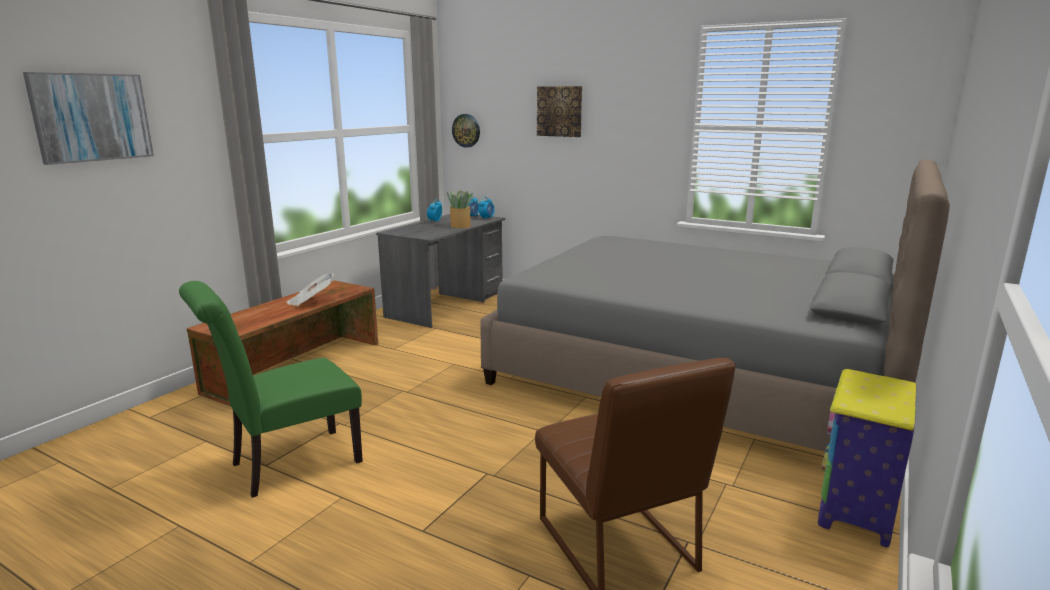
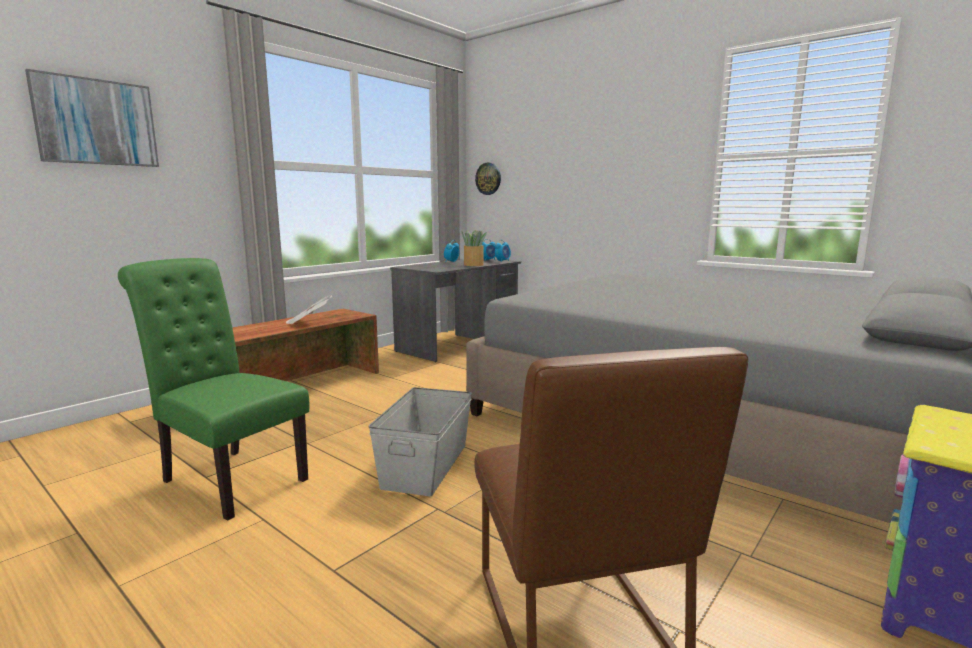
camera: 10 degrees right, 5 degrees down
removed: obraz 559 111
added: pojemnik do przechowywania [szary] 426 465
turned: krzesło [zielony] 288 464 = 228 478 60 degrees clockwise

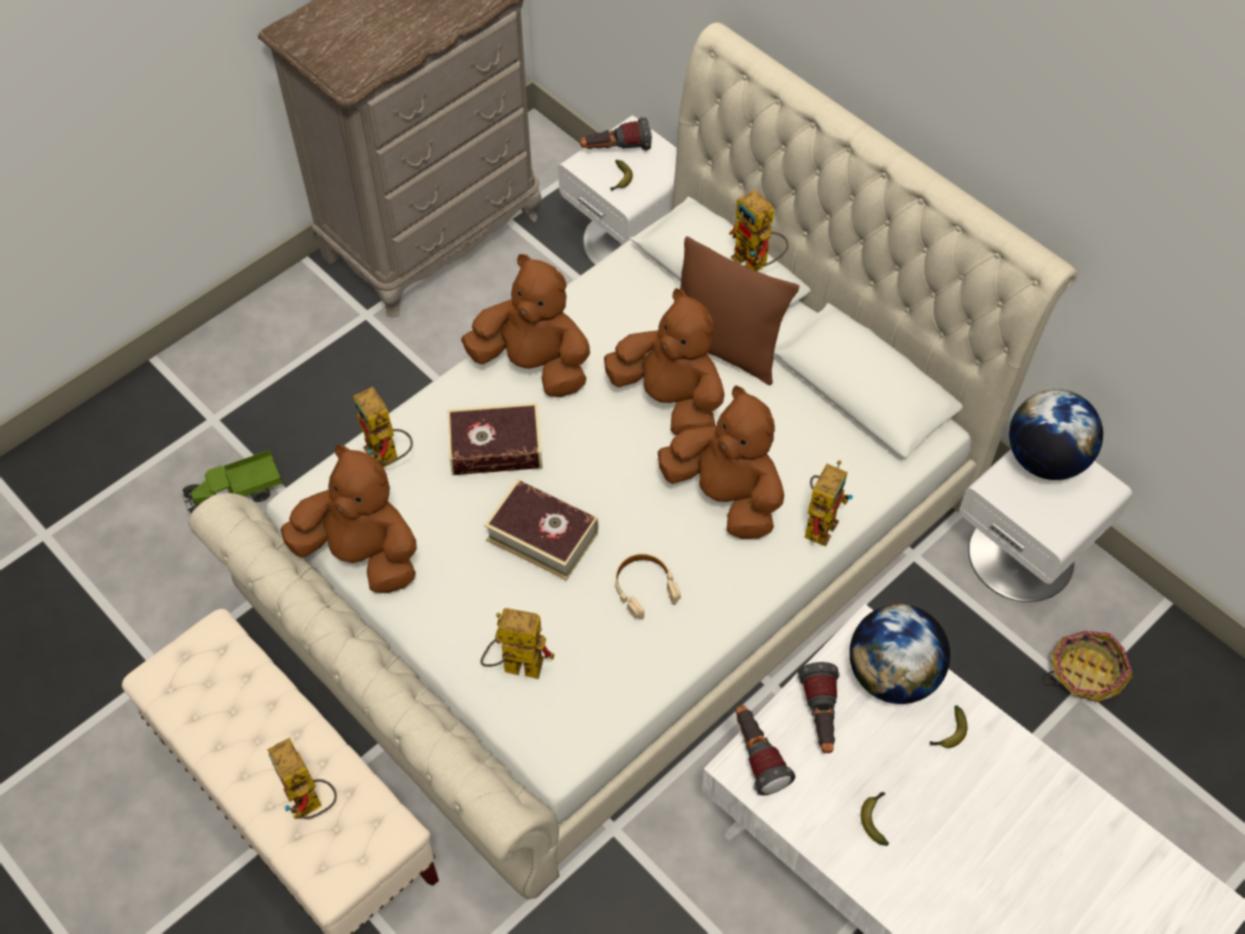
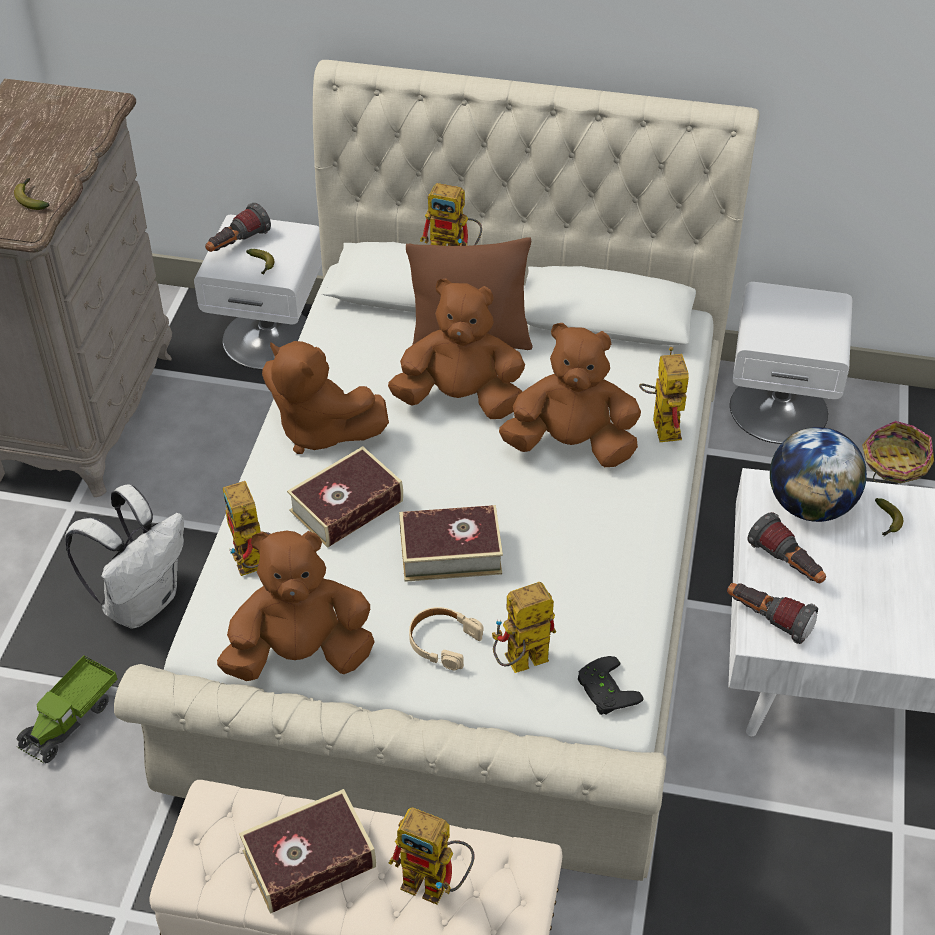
camera: 35 degrees left, 10 degrees down
removed: globus 1045 460
added: plecak [biały] 142 601; książka 309 859; pad do gier [czarny] 604 690
moved: słuchawki [beżowy] 644 588 to 442 642; banan 875 818 to 31 199
turned: robot zabawkowy 388 458 = 254 565 45 degrees clockwise; pluszak [brązowy] 533 365 = 320 430 135 degrees counterclockwise

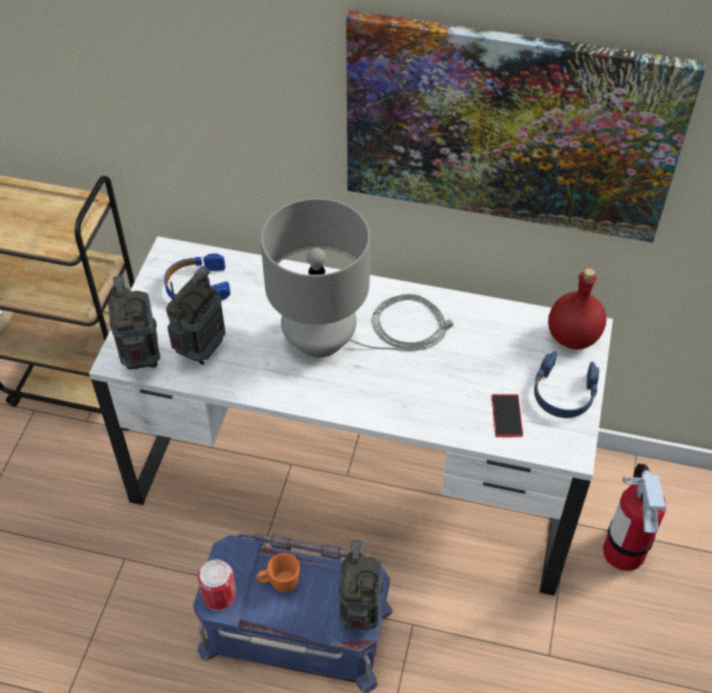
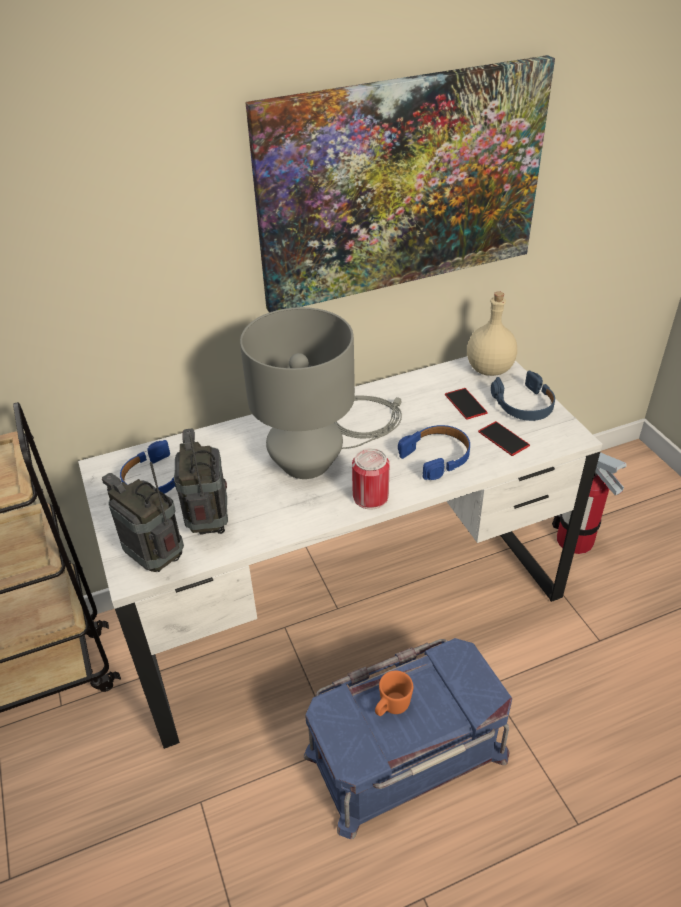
camera: 35 degrees left, 10 degrees down
removed: radio 360 613
added: słuchawki [niebieski] 437 457; telefon 465 403
moved: puszka 219 595 to 370 497
recoloured: butelka [czerwony] 573 337 to butelka [beżowy] 490 369

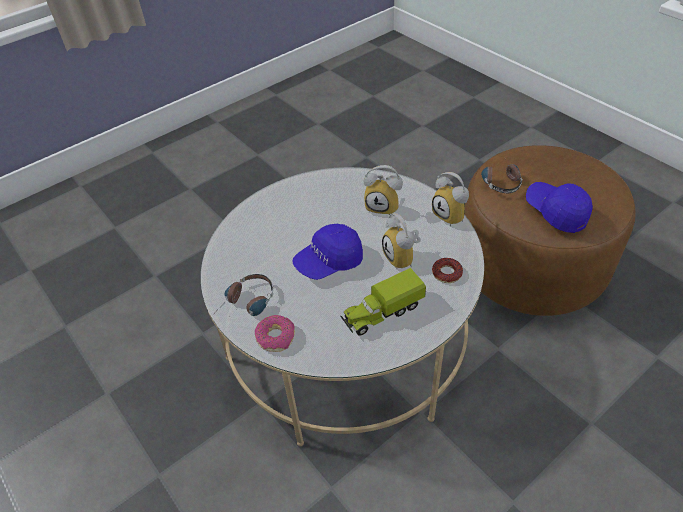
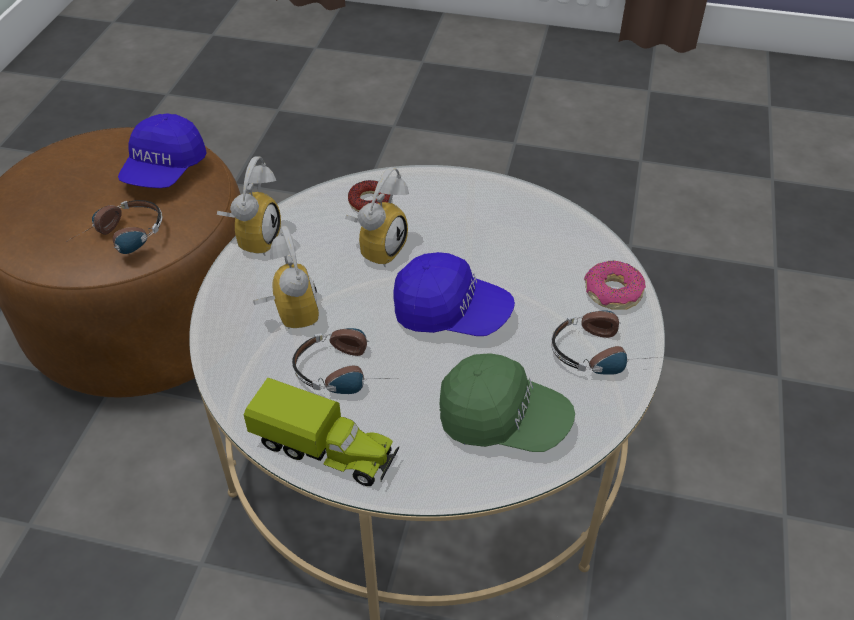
camera: 130 degrees left, 0 degrees up
added: słuchawki 348 370; czapka z daszkiem [zielony] 503 420
moved: ciężarówka zabawkowa 382 313 to 325 450

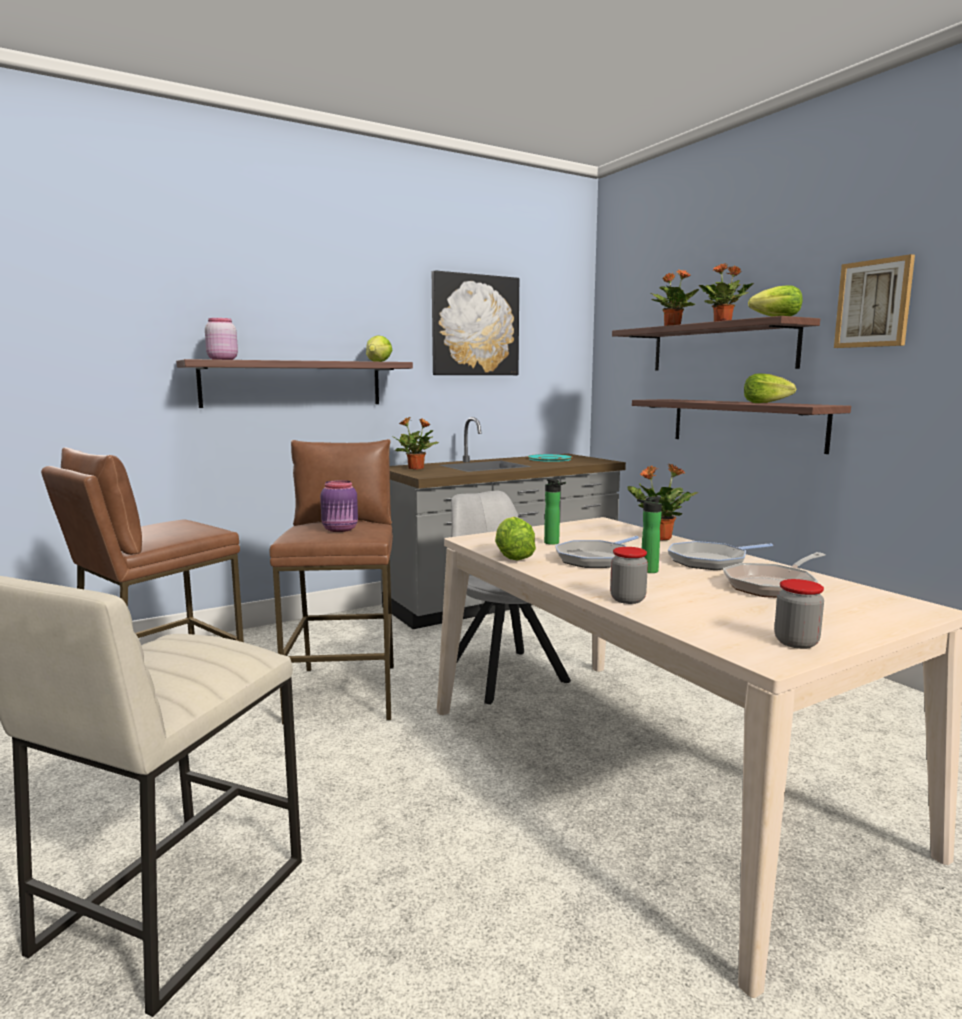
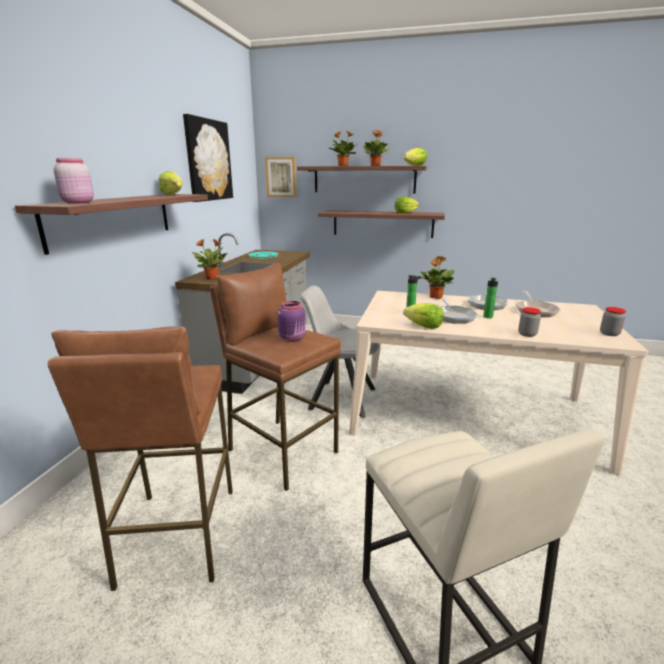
camera: 45 degrees left, 10 degrees up
moved: obraz 874 304 to 281 177

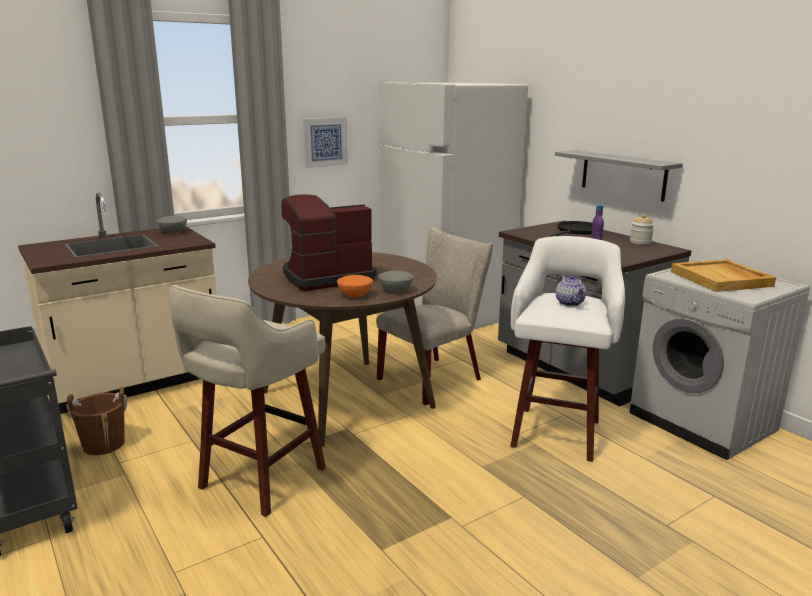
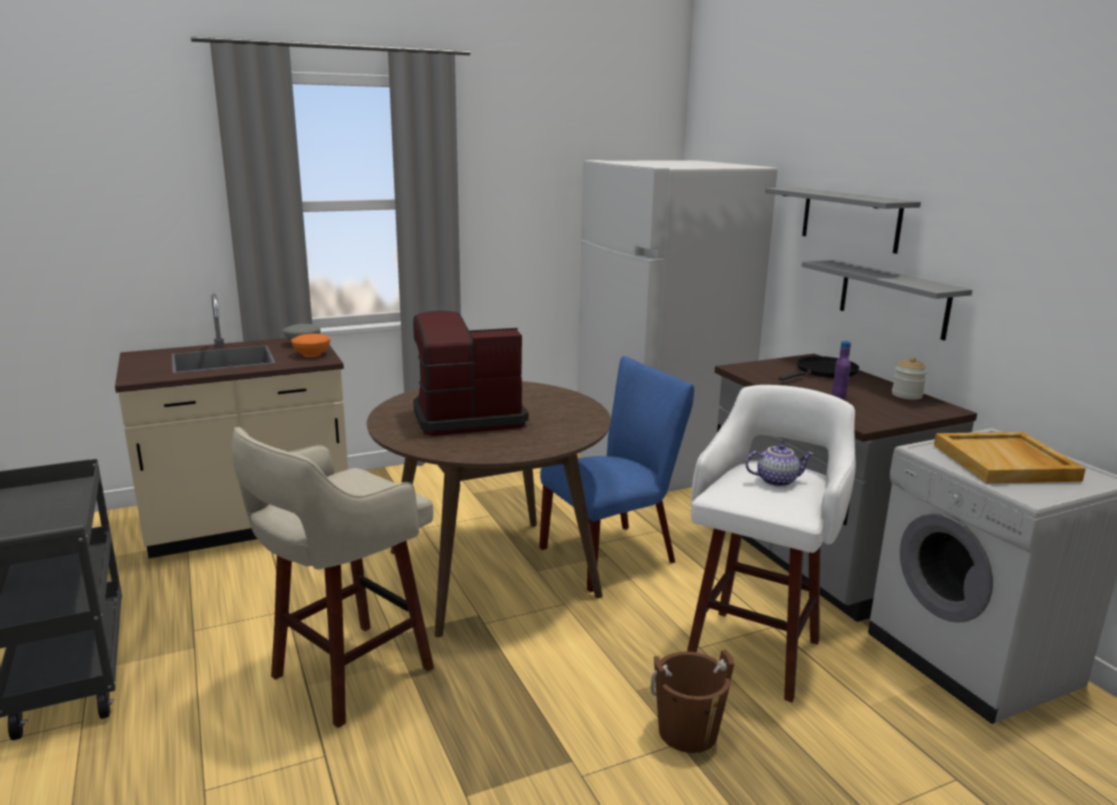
camera: 10 degrees right, 0 degrees up
removed: obraz 325 142; miska [szary] 395 290
added: półka [szary] 850 219
moved: wiadro [brązowy] 104 444 to 687 732; miska [pomarańczowy] 355 295 to 311 355
recoloured: krzesło [beżowy] 435 377 to krzesło [niebieski] 615 553
turned: imbryk 570 303 = 777 480 90 degrees counterclockwise

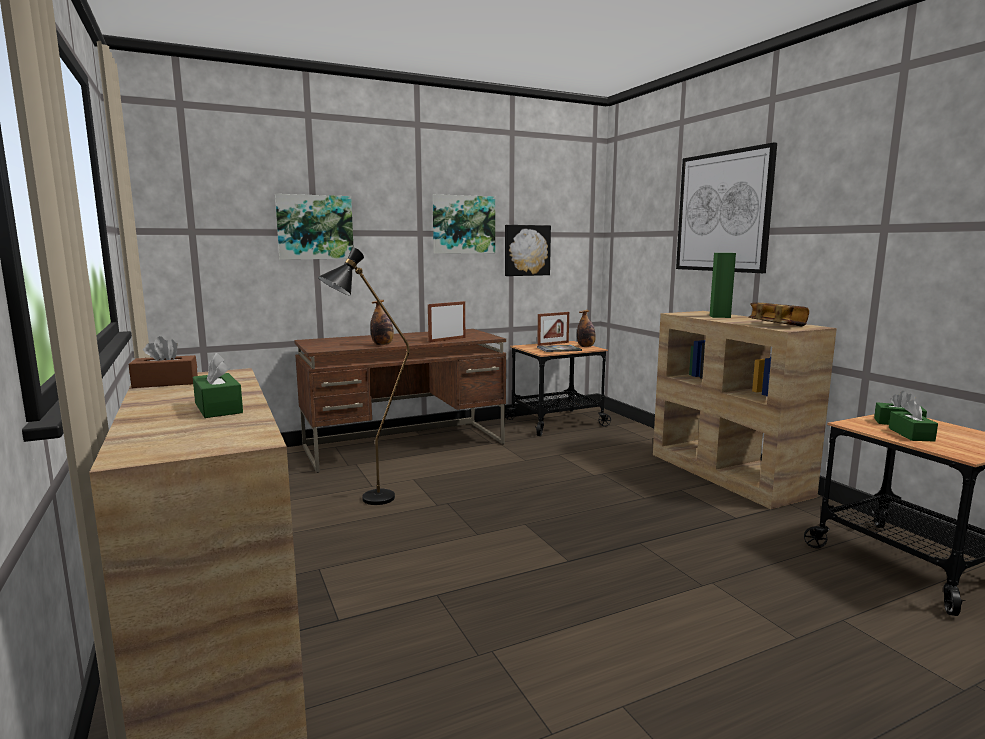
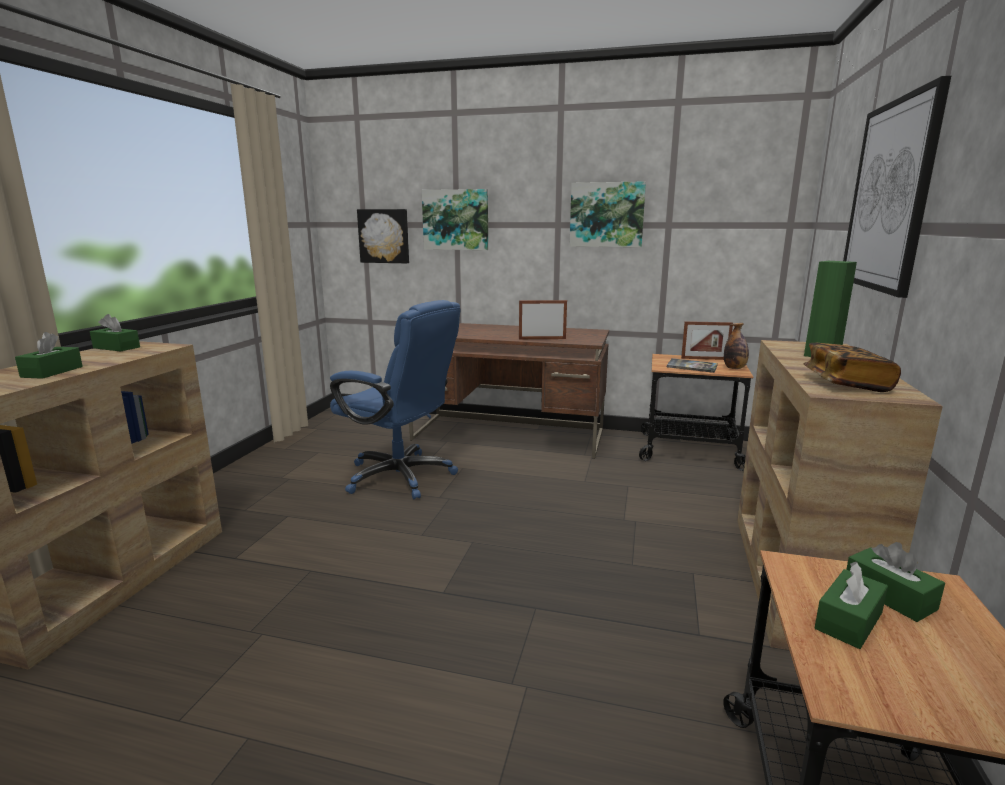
camera: 40 degrees right, 5 degrees up
removed: butelka 382 344
moved: obraz 526 250 to 384 236
replaced: lampa stojąca [czarny] 367 501 to krzesło biurowe [niebieski] 400 476
recoloured: pudełko chusteczek [brązowy] 165 383 to pudełko chusteczek [zielony] 116 347

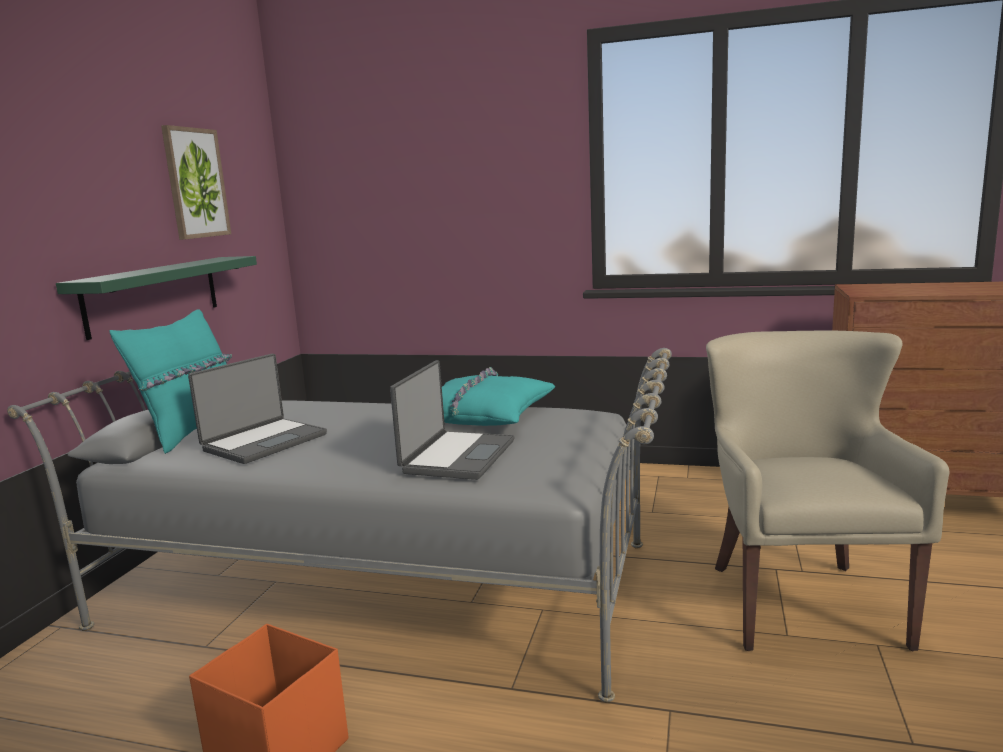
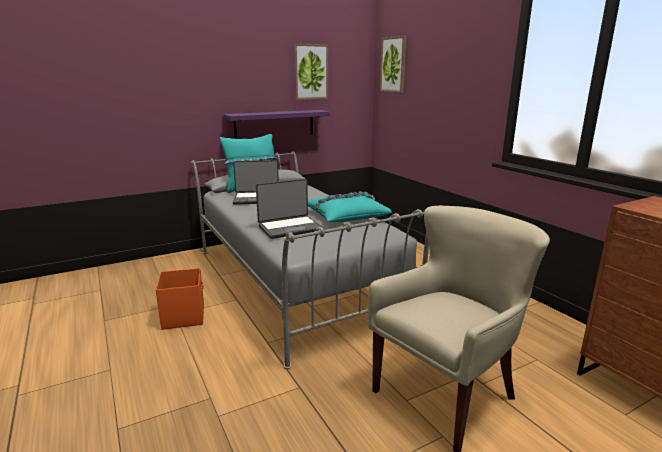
camera: 45 degrees right, 5 degrees up
added: obraz 393 64
recoloured: półka [zielony] 153 295 to półka [fioletowy] 274 124

